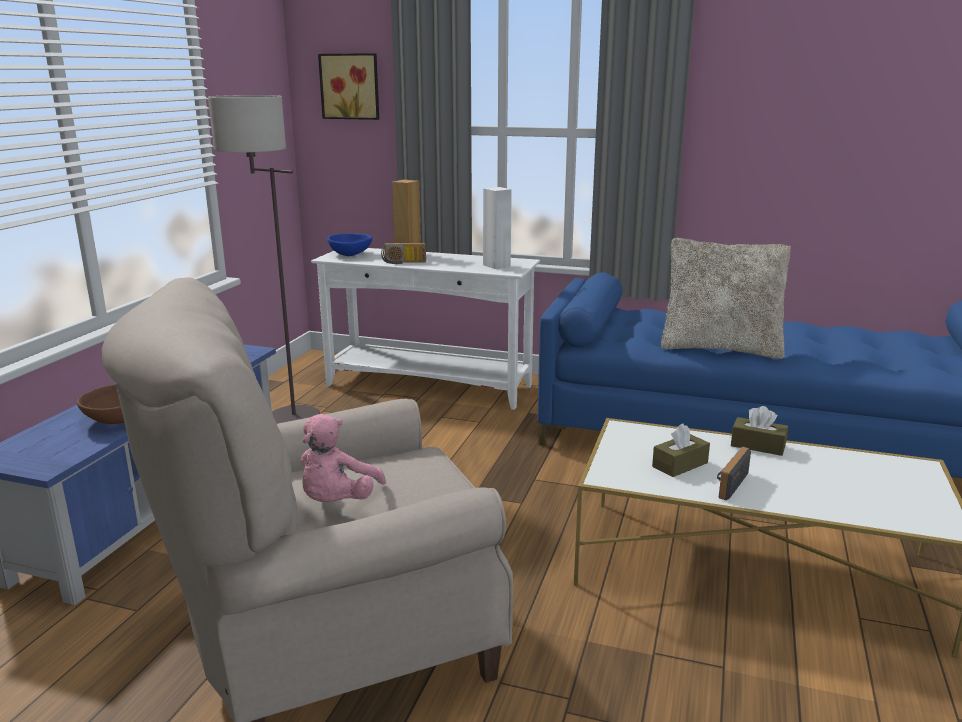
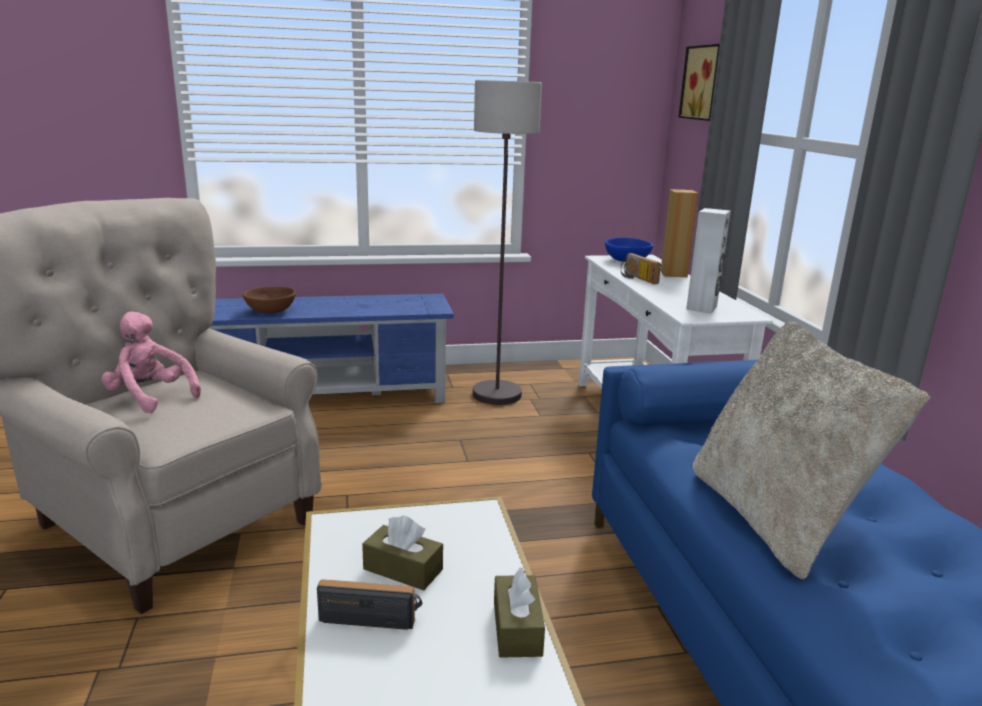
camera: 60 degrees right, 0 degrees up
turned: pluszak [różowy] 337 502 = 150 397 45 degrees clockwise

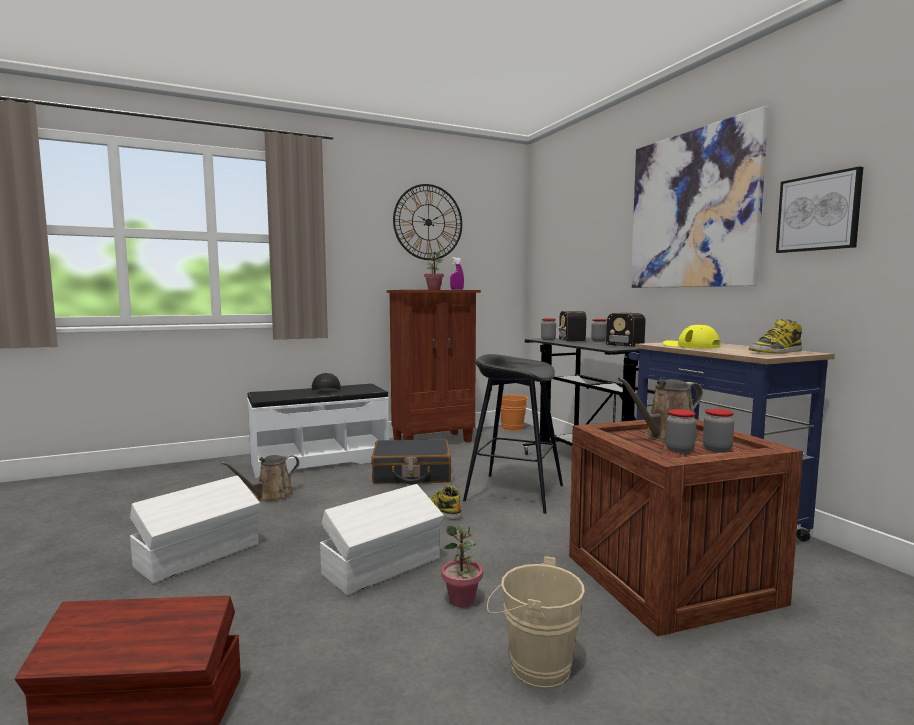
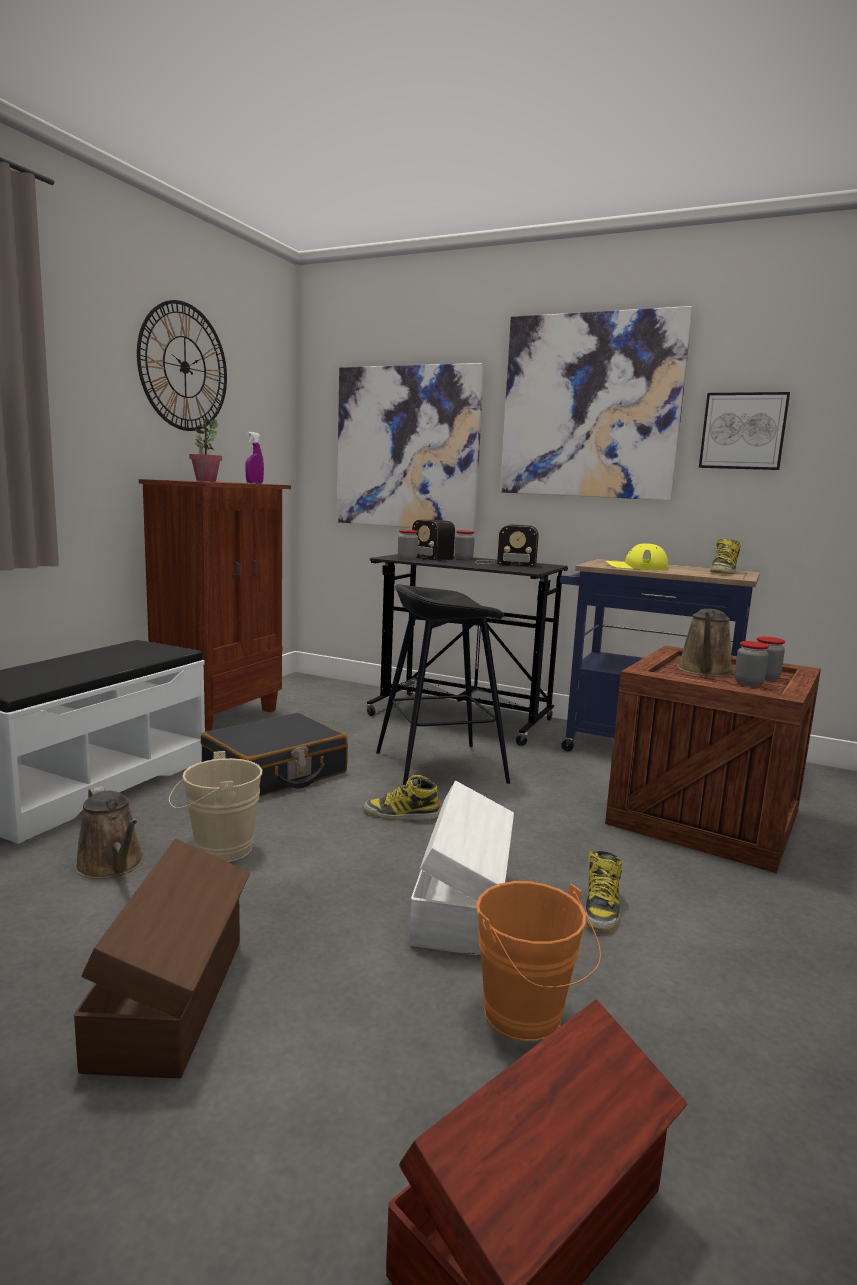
camera: 40 degrees left, 5 degrees up
removed: czapka z daszkiem [czarny] 326 390
added: obraz 407 448
moved: wiadro [beżowy] 533 665 to 217 850; wiadro [pomarańczowy] 512 428 to 528 1018
replaced: roślina doniczkowa 462 600 to but z cholewką 601 908
recoloured: pojemnik do przechowywania [biały] 200 555 to pojemnik do przechowywania [brązowy] 173 999
turned: konewka [brązowy] 271 496 = 112 865 45 degrees counterclockwise

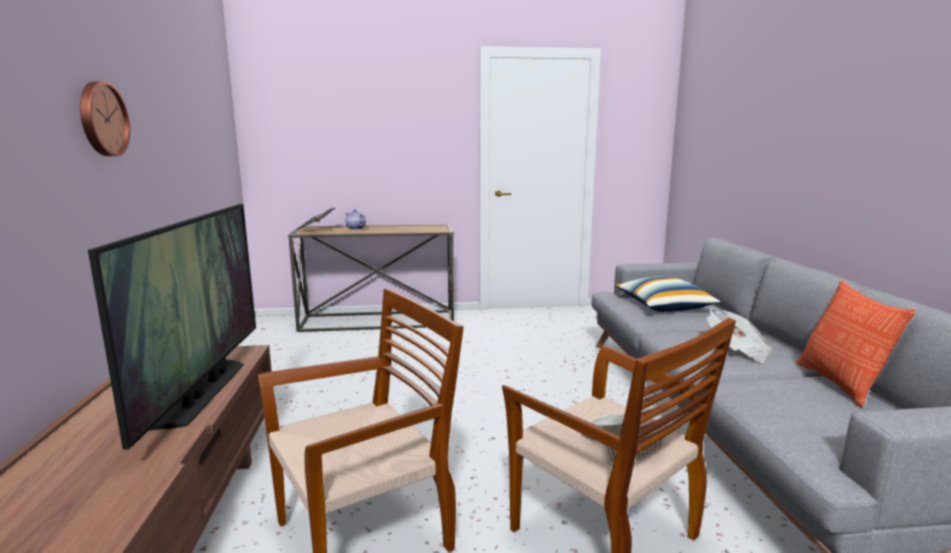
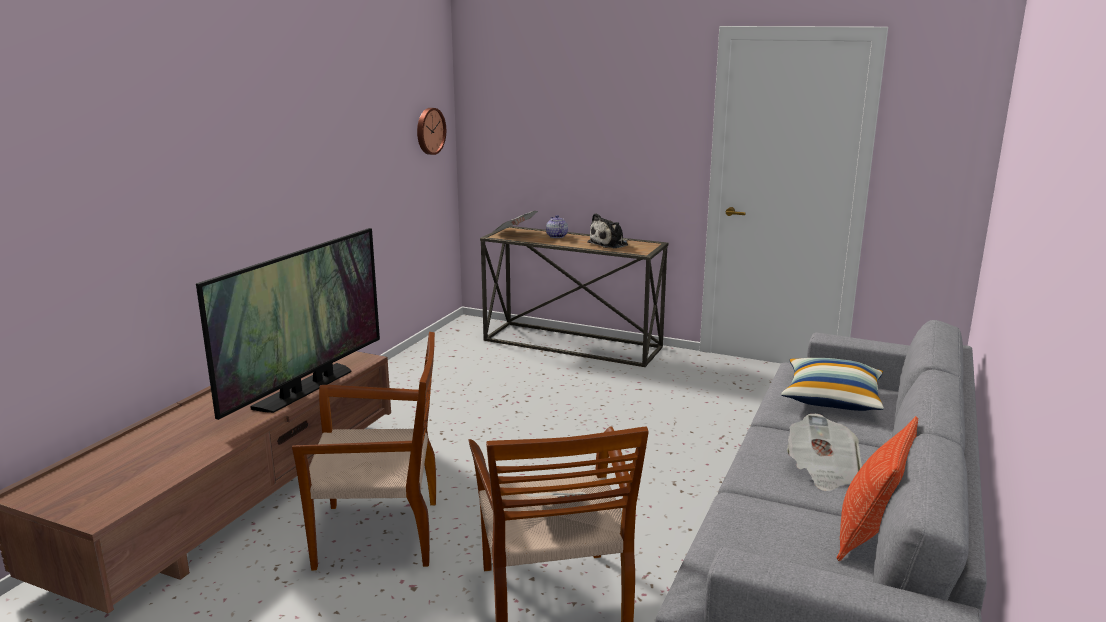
camera: 30 degrees right, 5 degrees up
added: pluszak 610 244
moved: zegar ścienny 101 119 to 429 131

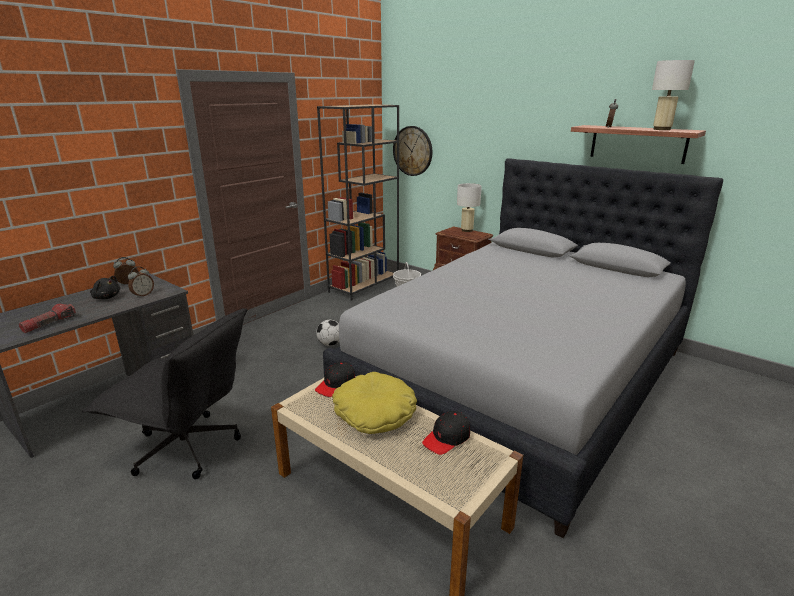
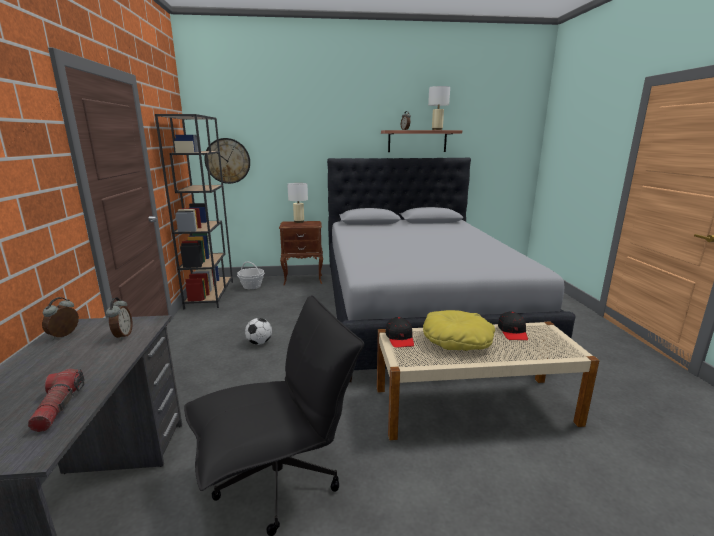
camera: 45 degrees left, 5 degrees down
removed: pluszak [czarny] 106 297

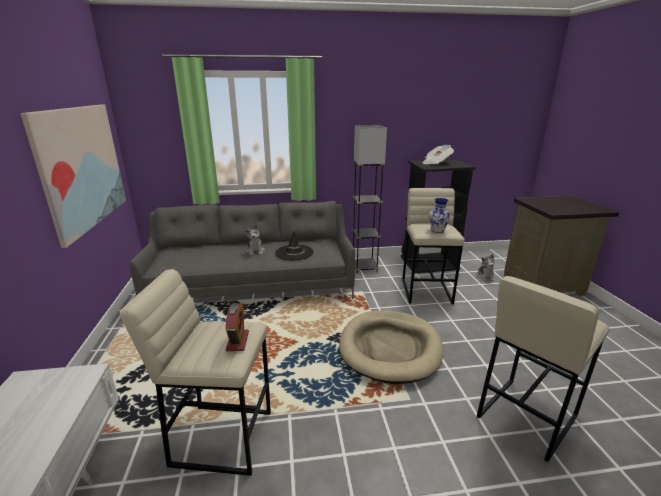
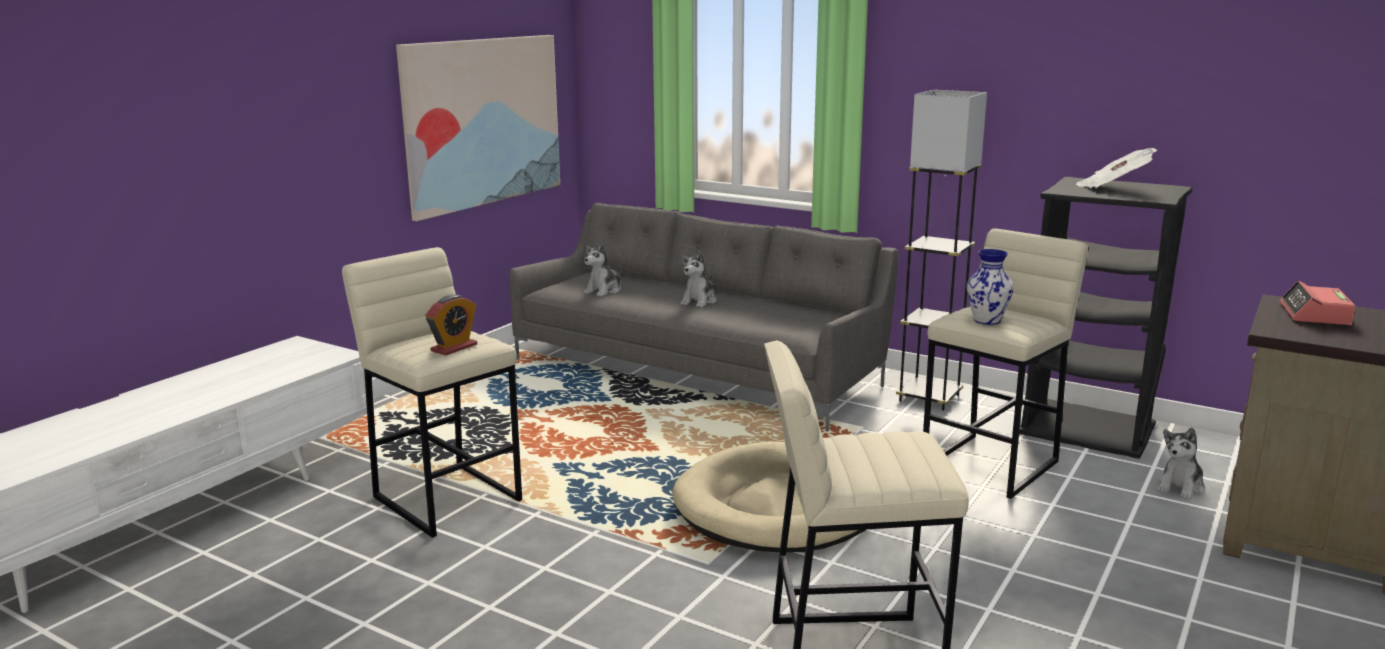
camera: 40 degrees right, 5 degrees down
removed: kapelusz [czarny] 294 252
added: pluszak 604 291; budzik 1315 315

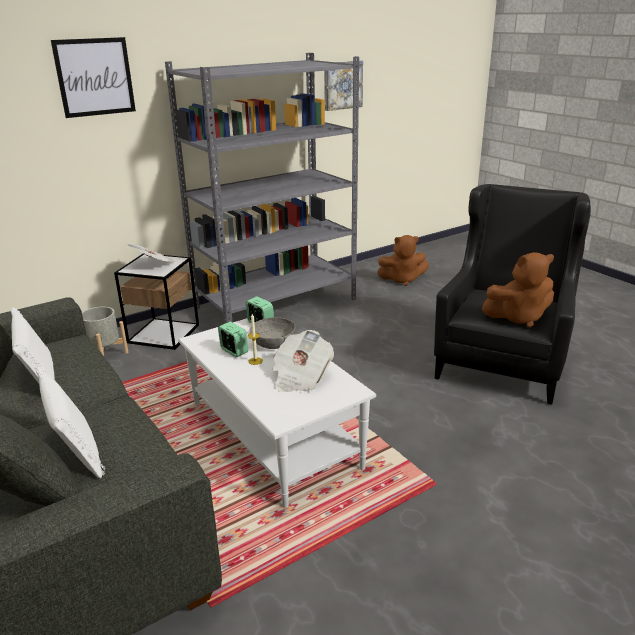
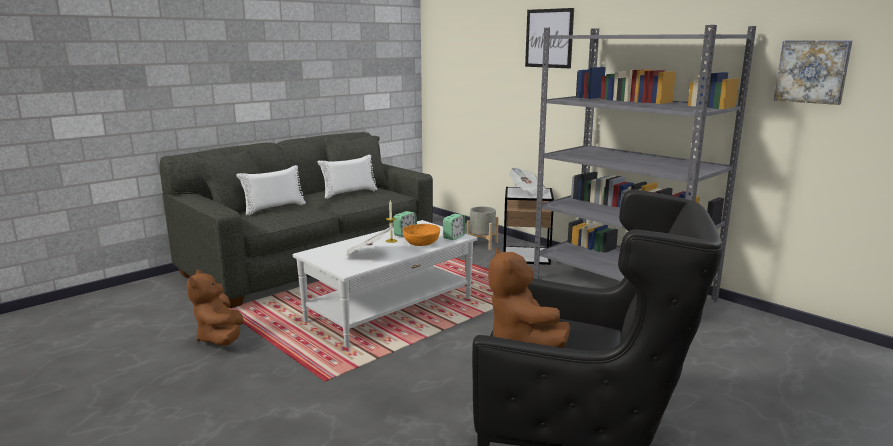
camera: 80 degrees right, 10 degrees down
moved: pluszak [brązowy] 402 280 to 221 338
recoloured: miska [szary] 273 343 to miska [pomarańczowy] 421 243

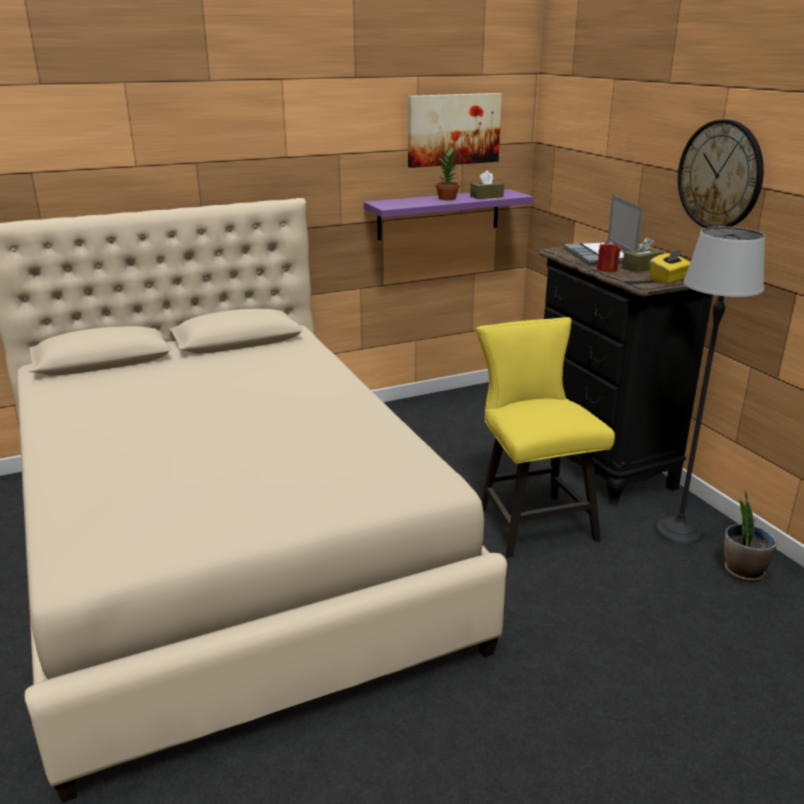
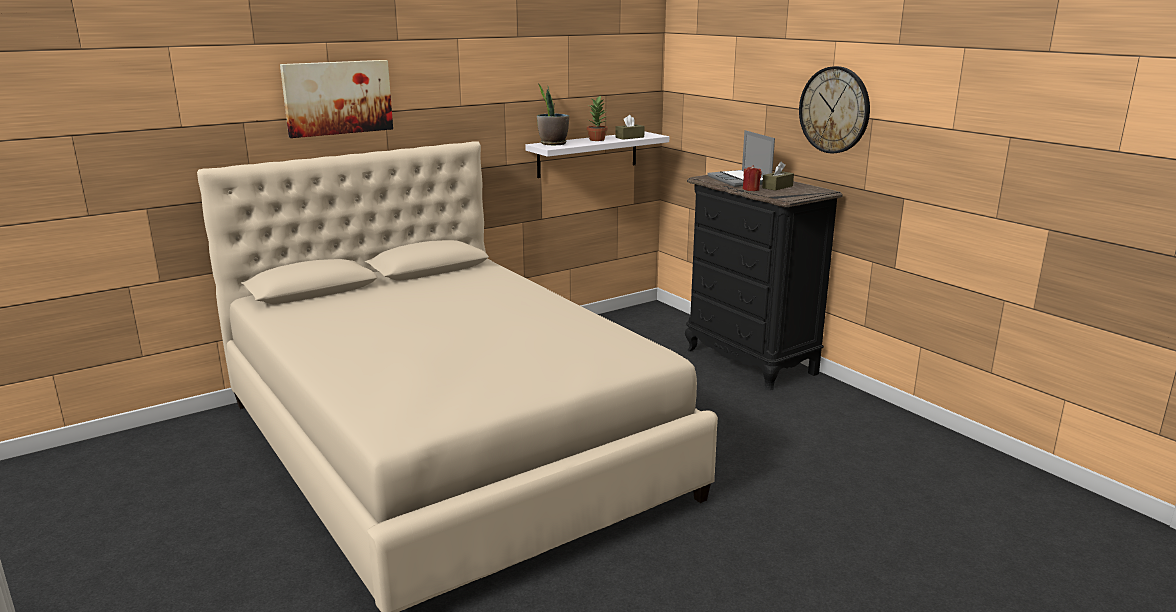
camera: 10 degrees left, 5 degrees down
removed: krzesło [żółty] 531 520; pudełko chusteczek [żółty] 669 280; lampa stojąca 679 531
moved: obraz 453 129 to 338 97; roślina doniczkowa 743 571 to 553 144
recoloured: półka [fioletowy] 439 214 to półka [biały] 587 154

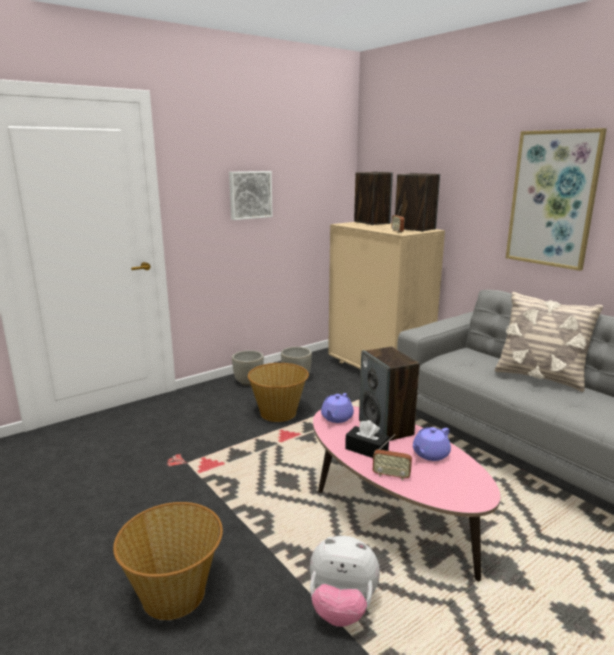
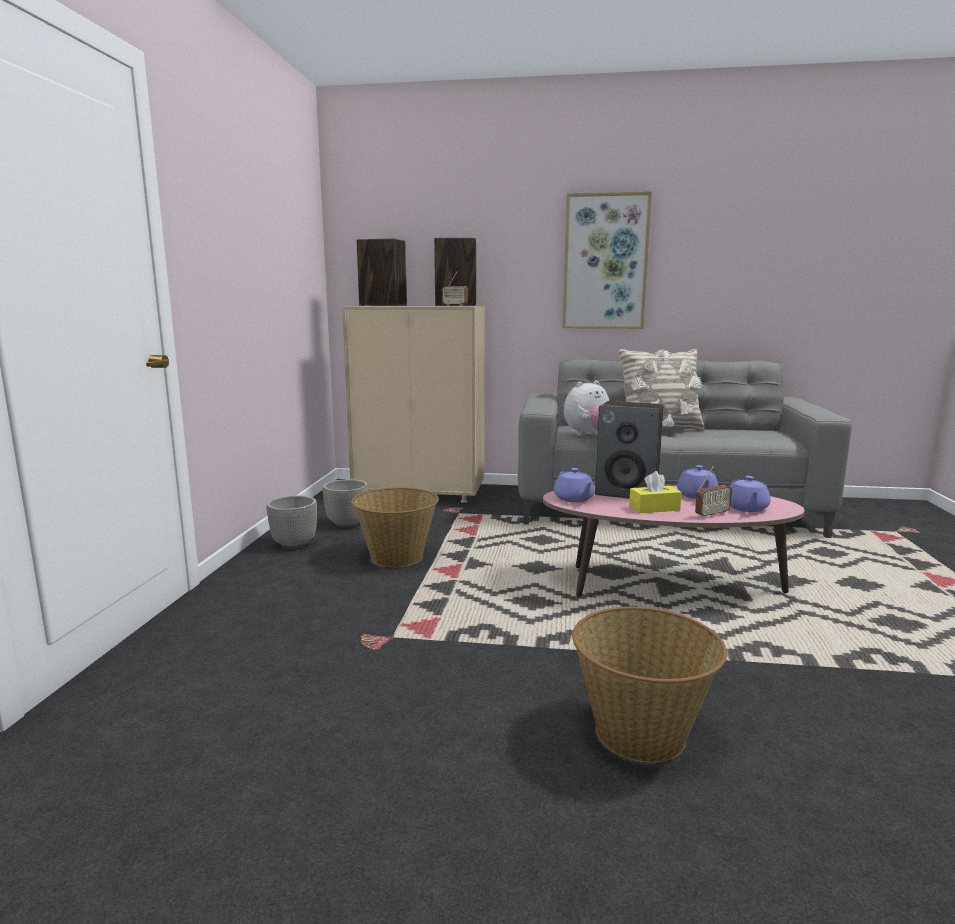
camera: 45 degrees left, 5 degrees down
removed: obraz 250 195
added: imbryk [fioletowy] 746 508
moved: pluszak 342 607 to 591 436
recoloured: pudełko chusteczek [czarny] 366 450 to pudełko chusteczek [żółty] 654 508

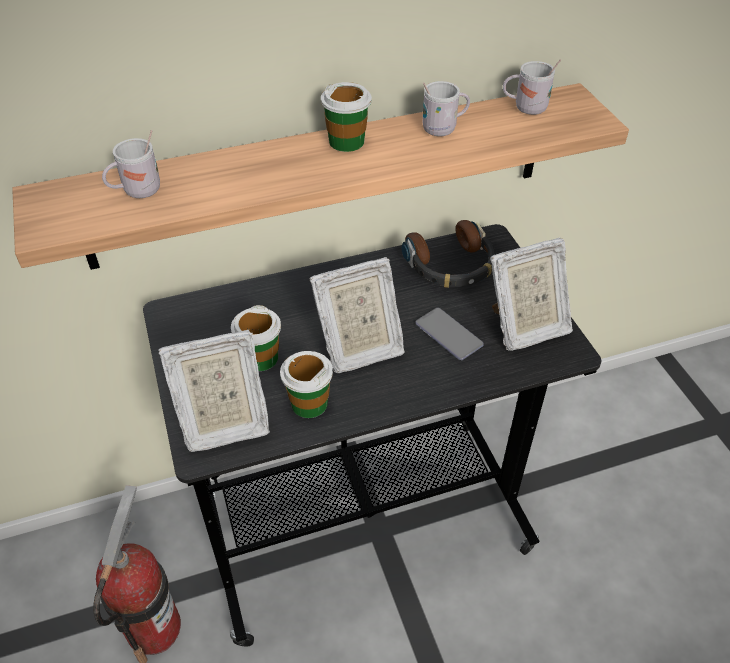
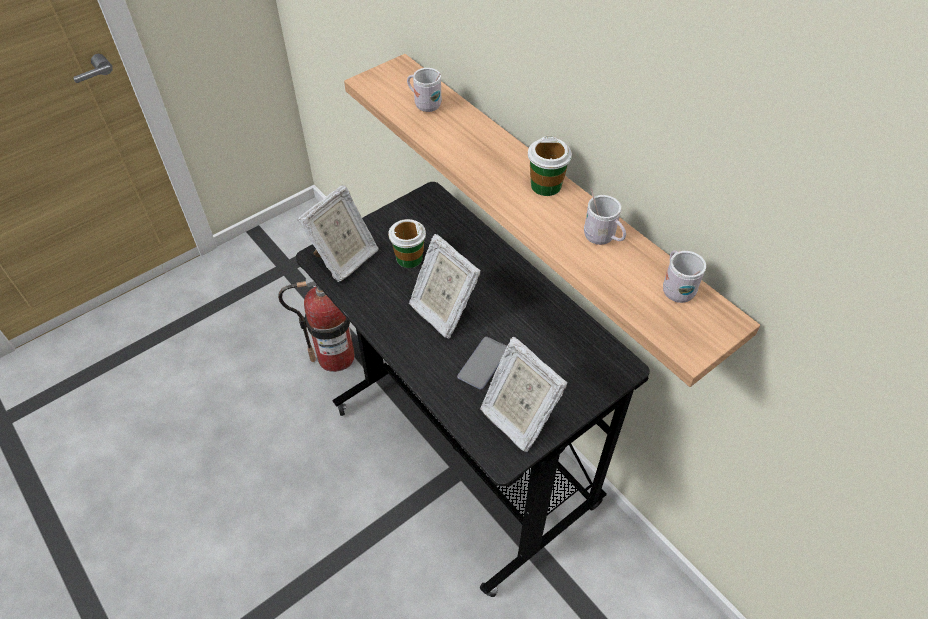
camera: 70 degrees right, 5 degrees up
removed: filiżanka 309 403; słuchawki 451 265
turned: ramka na zdjęcie 223 424 = 344 259 105 degrees counterclockwise

